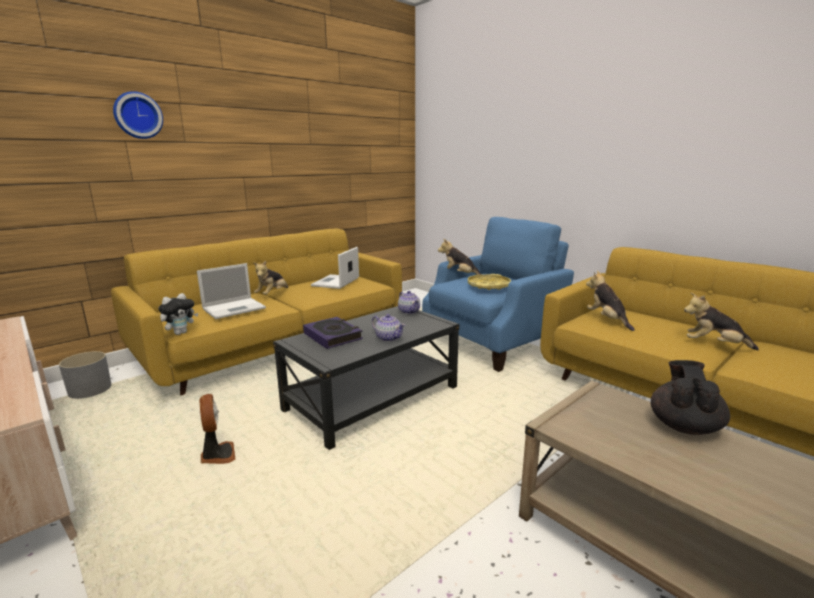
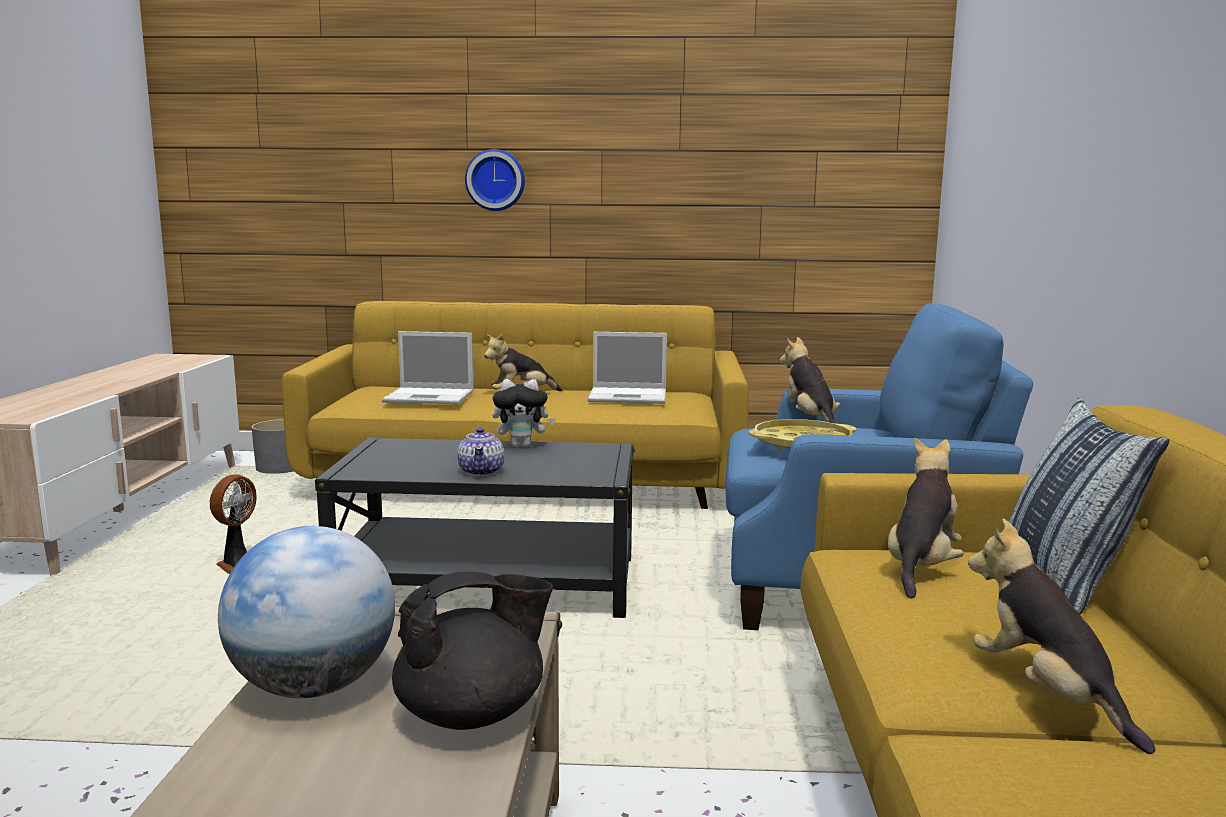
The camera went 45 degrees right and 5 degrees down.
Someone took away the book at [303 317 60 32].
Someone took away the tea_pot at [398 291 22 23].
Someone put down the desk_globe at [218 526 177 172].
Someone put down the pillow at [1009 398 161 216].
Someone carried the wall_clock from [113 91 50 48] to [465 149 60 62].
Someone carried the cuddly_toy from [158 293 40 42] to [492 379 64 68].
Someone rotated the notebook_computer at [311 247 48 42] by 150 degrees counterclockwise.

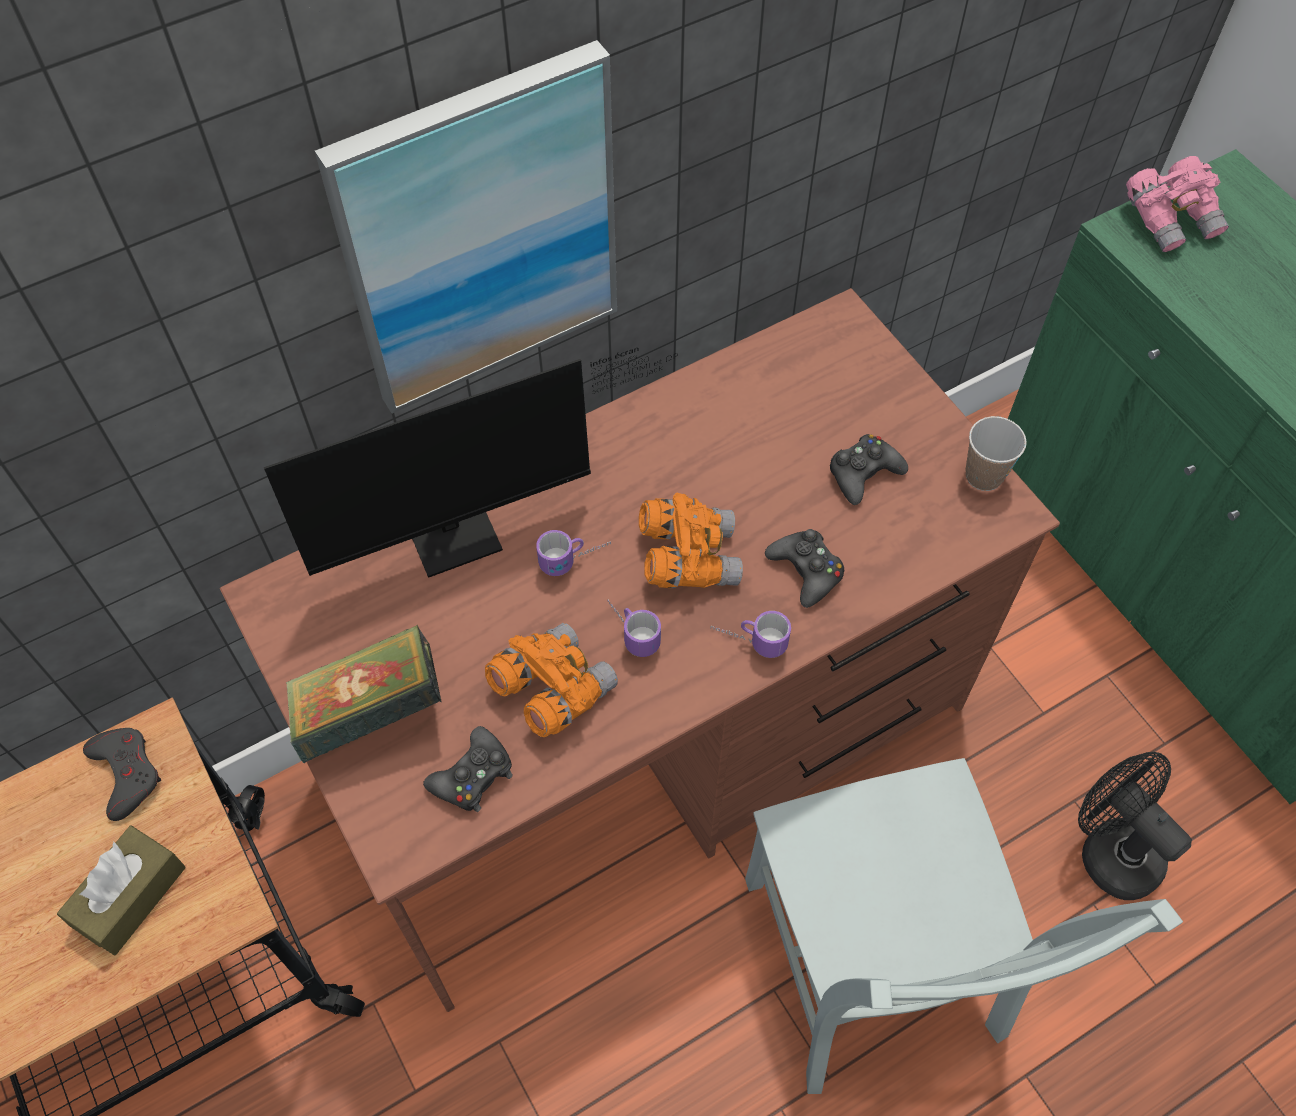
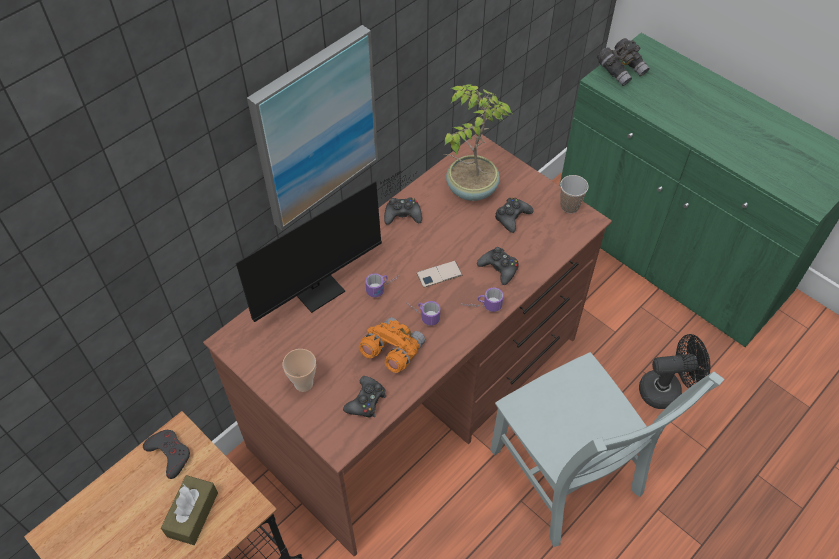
The camera went 15 degrees left and 5 degrees down.
Someone put down the black-coloured_joypad at [384 198 38 27].
Someone put down the plant_in_a_pot at [444 84 68 117].
Someone swapped the book at [286 625 155 138] for the small_cup at [282 349 34 43].
Someone swapped the orangey_field_glasses at [639 493 104 96] for the telephone at [417 261 46 27].
Someone repainted the pink-coloured_field_glasses at [1126 156 103 96], which became the greyish_field_glasses at [597 38 53 48].
Someone rotated the black-coloured_cooling_fan at [1078 752 114 148] by 135 degrees clockwise.

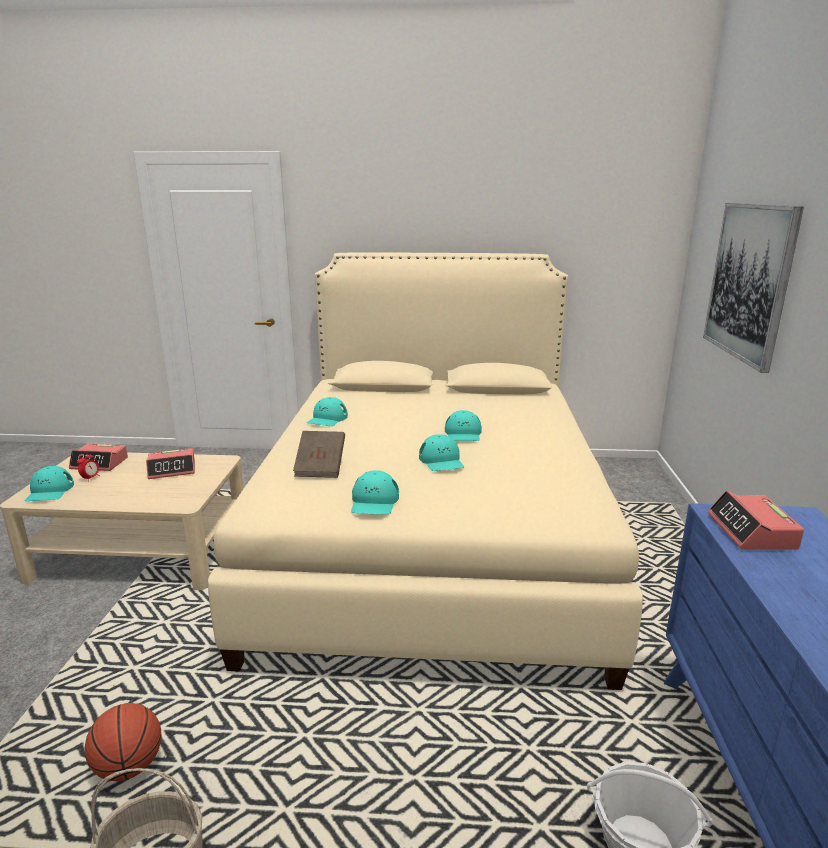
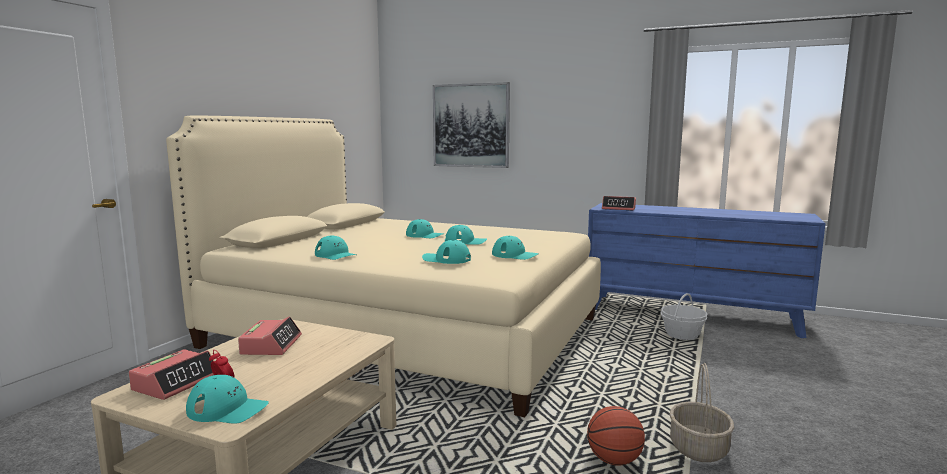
The camera went 70 degrees left and 10 degrees down.
Someone swapped the brownish_book at [293 431 52 47] for the turquoise-coloured_baseball_cap at [422 240 49 24].

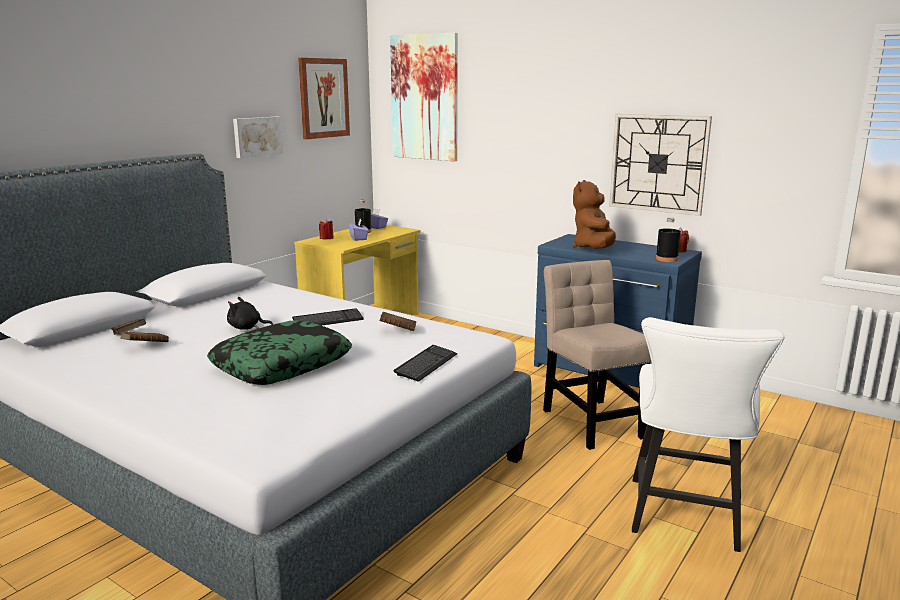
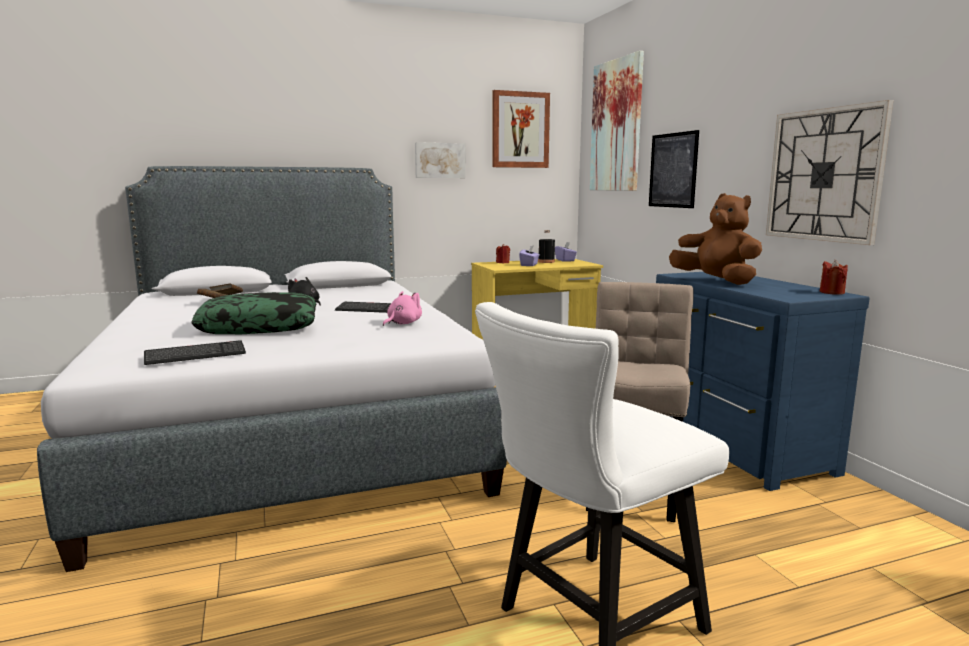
The camera went 35 degrees right and 5 degrees down.
Someone took away the black-coloured_drink_bottle at [656 217 25 45].
Someone put up the wall_picture at [649 130 50 78].
Someone carried the keyboard from [393 345 64 37] to [144 340 102 25].
Someone swapped the brownish_book at [379 312 37 19] for the pink-coloured_cuddly_toy at [383 291 39 35].
Someone rotated the brownish_cuddly_toy at [573 180 43 69] by 90 degrees clockwise.

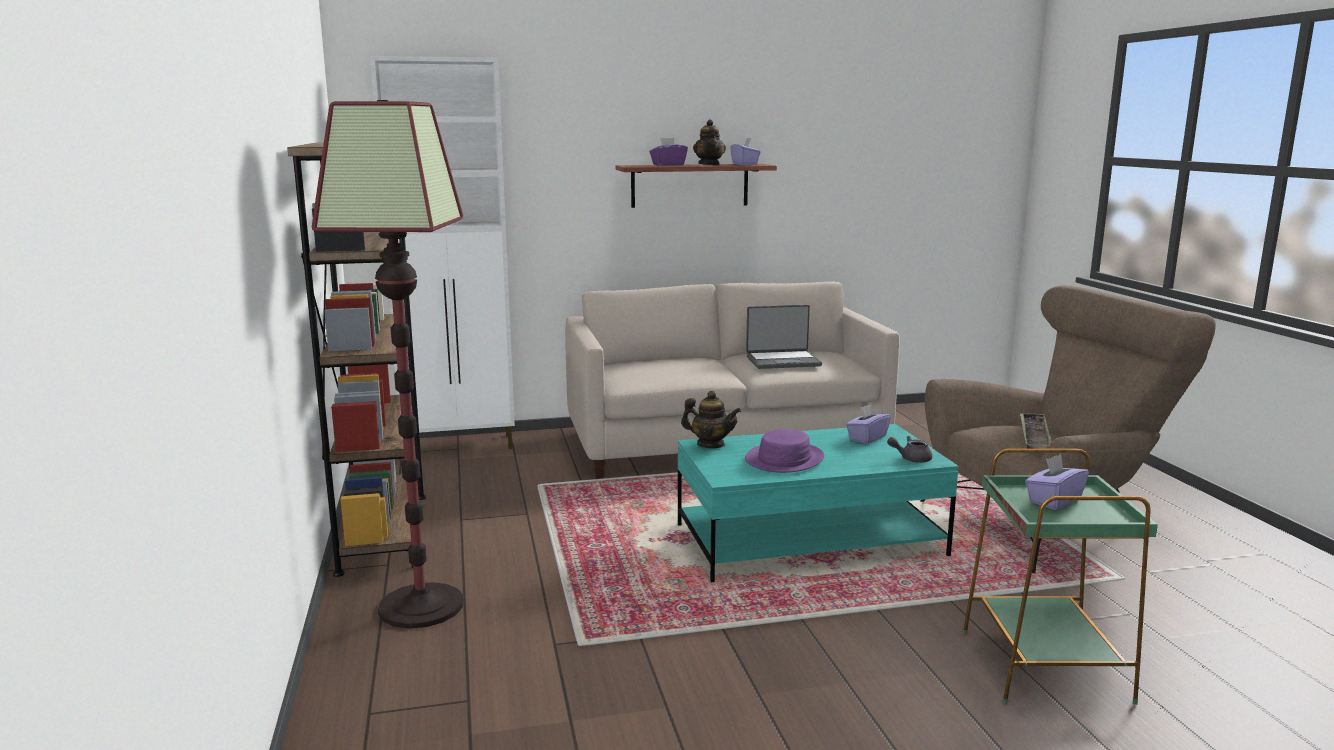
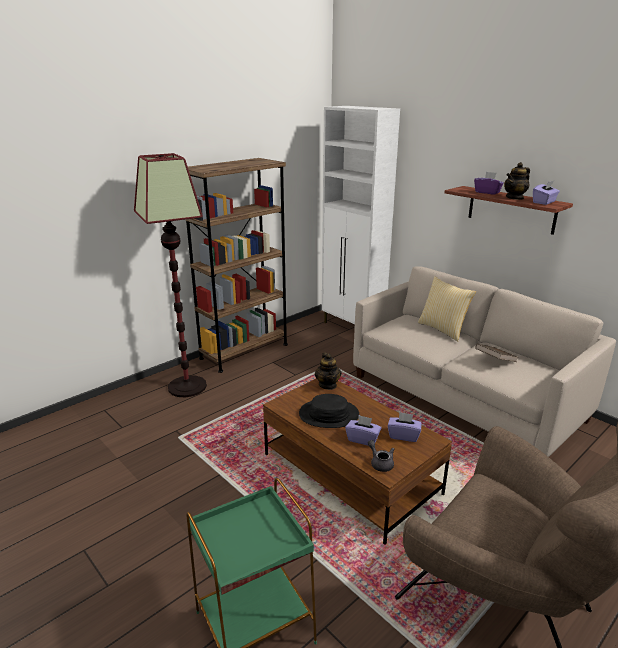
The camera went 60 degrees right and 10 degrees up.
Someone took away the tray at [1020 413 32 36].
Someone put down the pillow at [418 276 58 66].
Someone carried the purplish_tissue_holder from [1025 454 64 56] to [345 415 37 31].
Someone swapped the notebook_computer at [746 305 76 64] for the brownish_book at [475 344 43 18].
Someone repainted the turquoise-coloured_lounge_table at [678 424 281 158], which became the brownish_lounge_table at [263 378 189 167].
Someone repainted the purplish_clothing_hat at [745 429 79 44], which became the black-coloured_clothing_hat at [299 394 60 34].

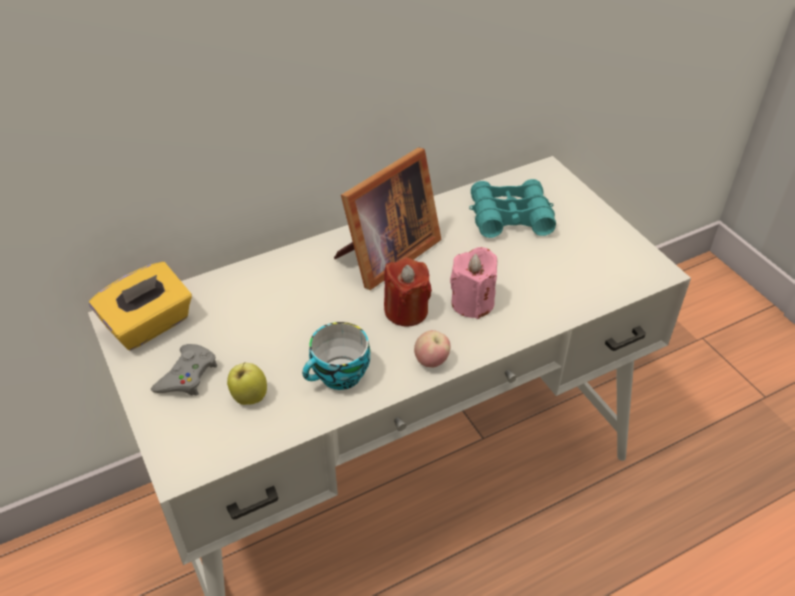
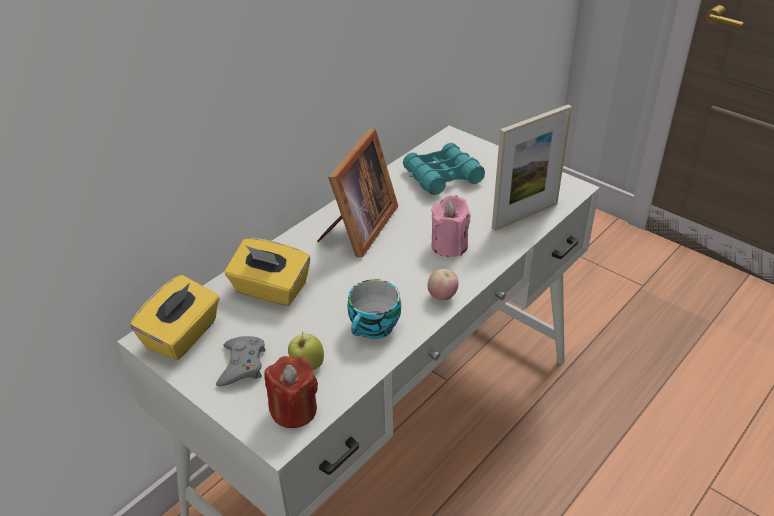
The camera went 20 degrees left and 5 degrees down.
Someone put down the yellowish_tissue_holder at [225 238 85 68].
Someone put down the photo_frame at [492 104 80 127].
Someone carried the red-coloured_candle from [384 257 48 69] to [264 356 54 72].

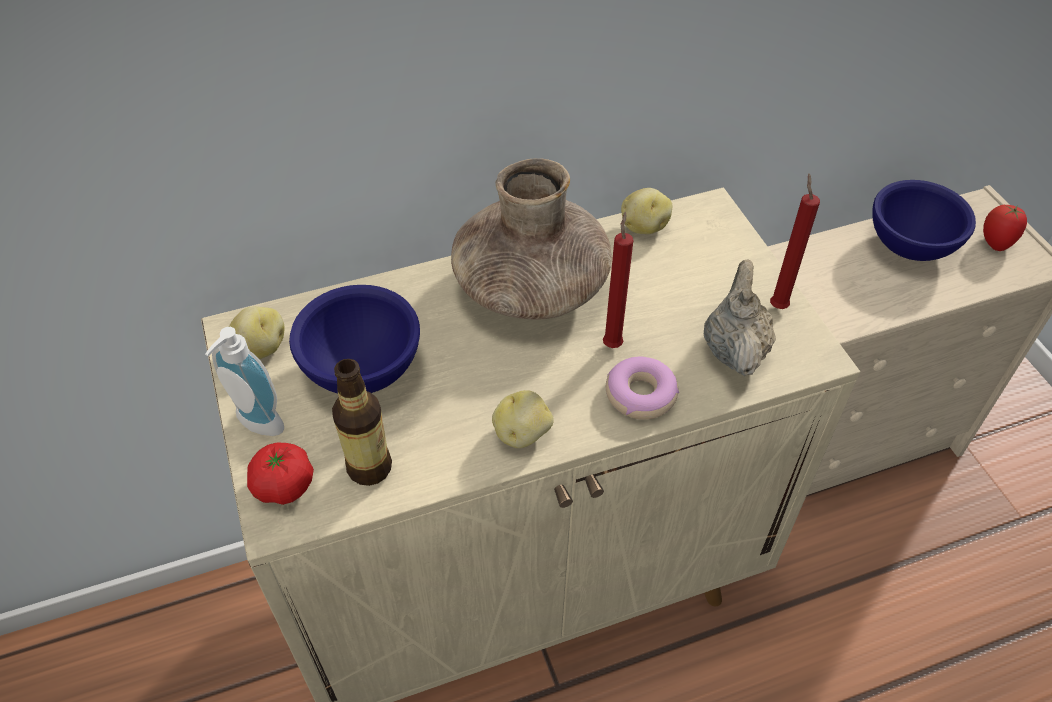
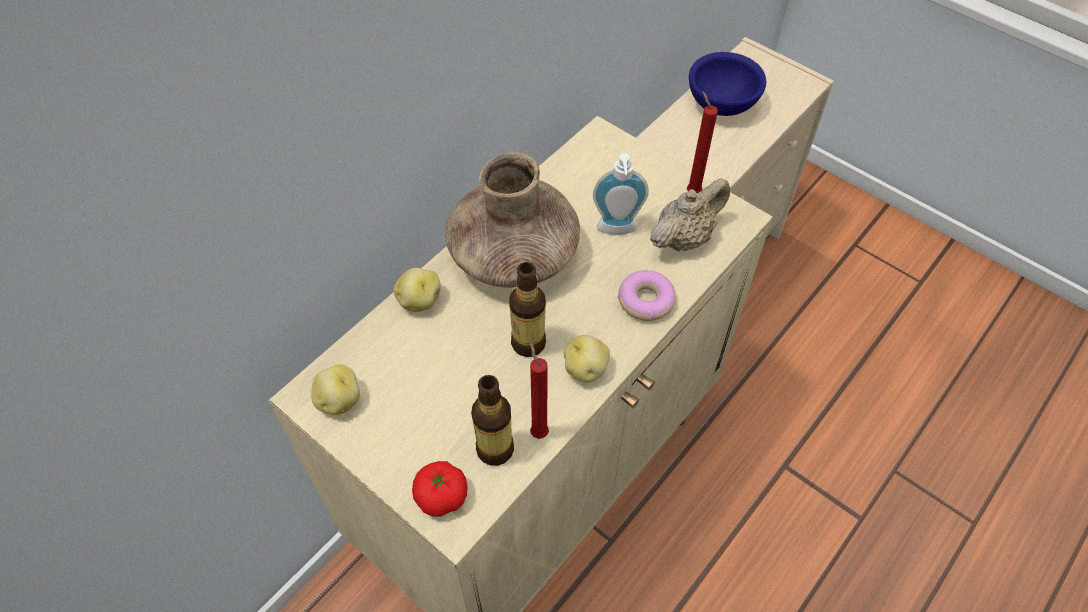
The camera went 30 degrees left and 5 degrees up.
Someone took away the blue-coloured_deep_dish at [289 285 131 108].
Someone took away the fresh_tomato at [983 205 44 46].
Someone put down the drink_bottle at [509 262 37 95].
Someone carried the soap_dispenser from [205 327 79 109] to [593 153 56 82].
Someone carried the red-coloured_candle from [603 212 30 136] to [530 342 19 97].
Someone carried the whole_potato from [621 188 51 46] to [394 268 47 44].
Someone rotated the sand-coloured_tea_pot at [704 260 72 116] by 75 degrees clockwise.

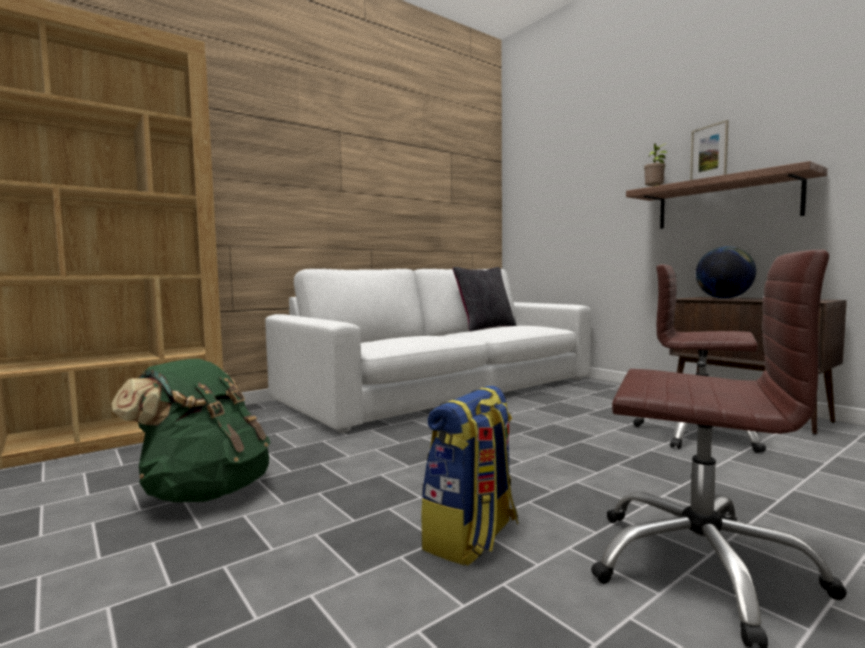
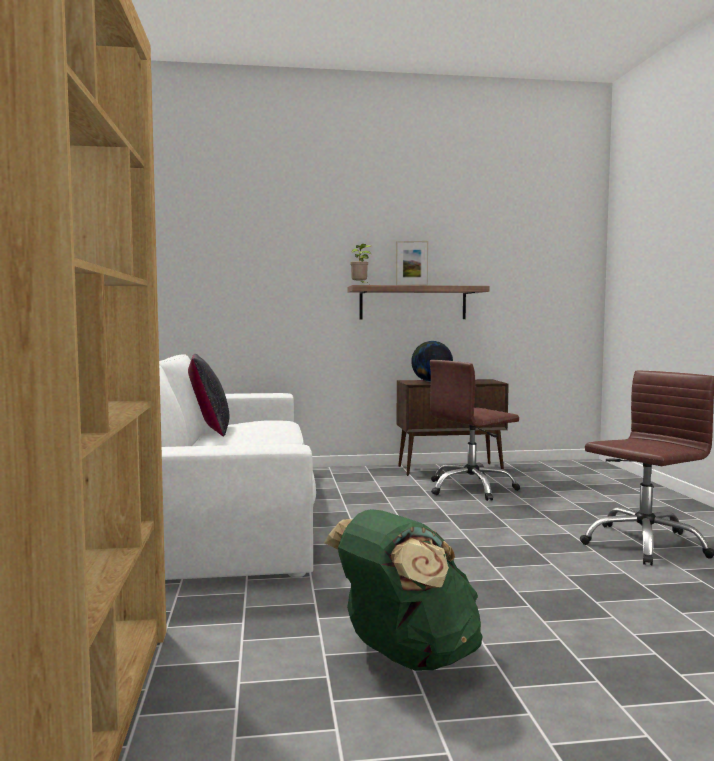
The camera went 60 degrees left and 0 degrees up.
Someone took away the backpack at [421 386 97 180].

